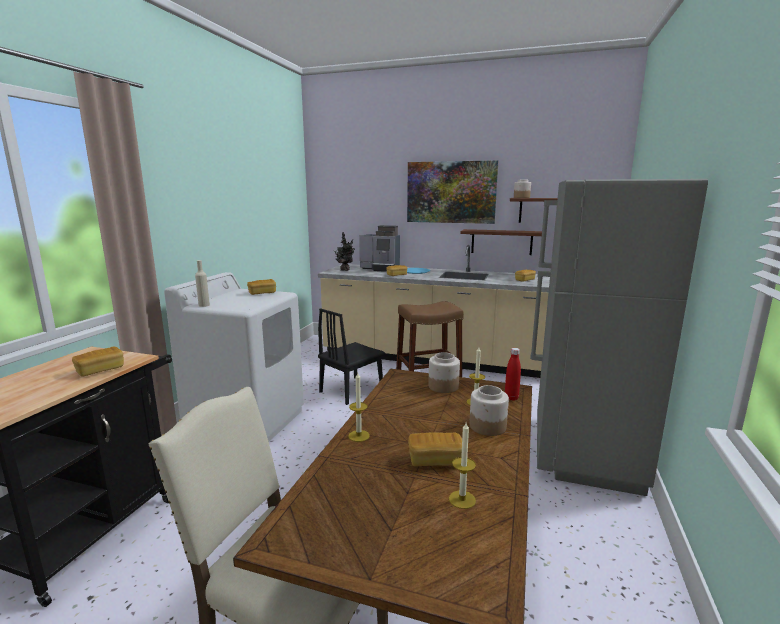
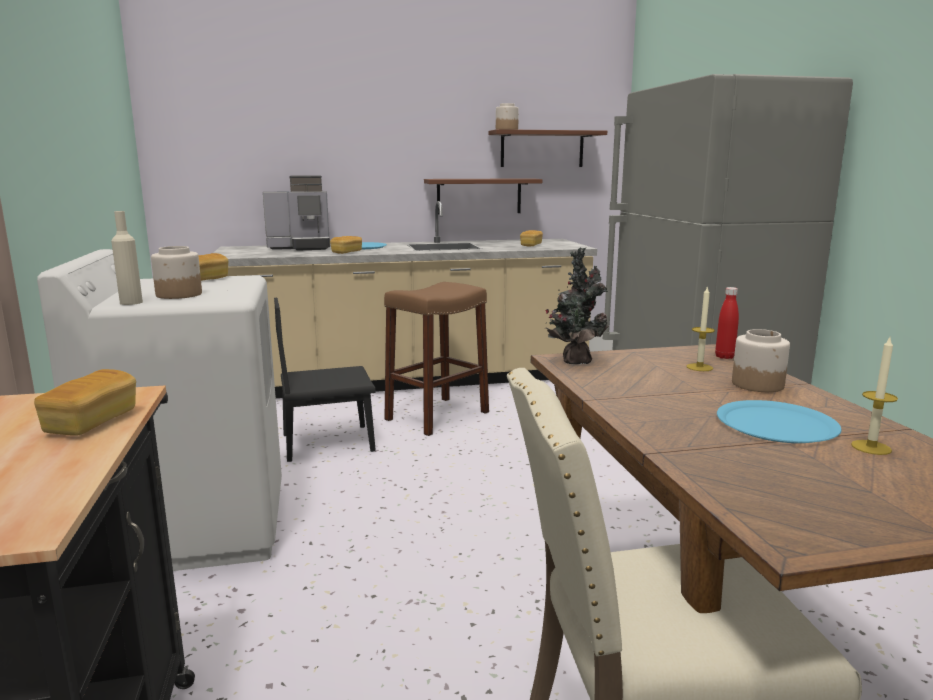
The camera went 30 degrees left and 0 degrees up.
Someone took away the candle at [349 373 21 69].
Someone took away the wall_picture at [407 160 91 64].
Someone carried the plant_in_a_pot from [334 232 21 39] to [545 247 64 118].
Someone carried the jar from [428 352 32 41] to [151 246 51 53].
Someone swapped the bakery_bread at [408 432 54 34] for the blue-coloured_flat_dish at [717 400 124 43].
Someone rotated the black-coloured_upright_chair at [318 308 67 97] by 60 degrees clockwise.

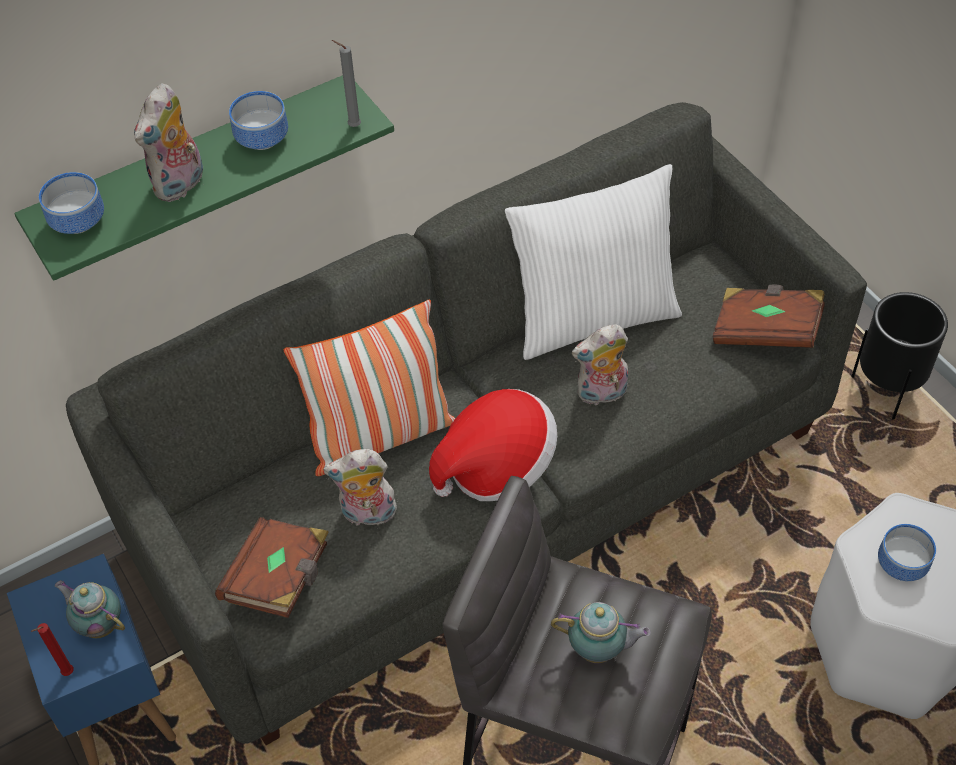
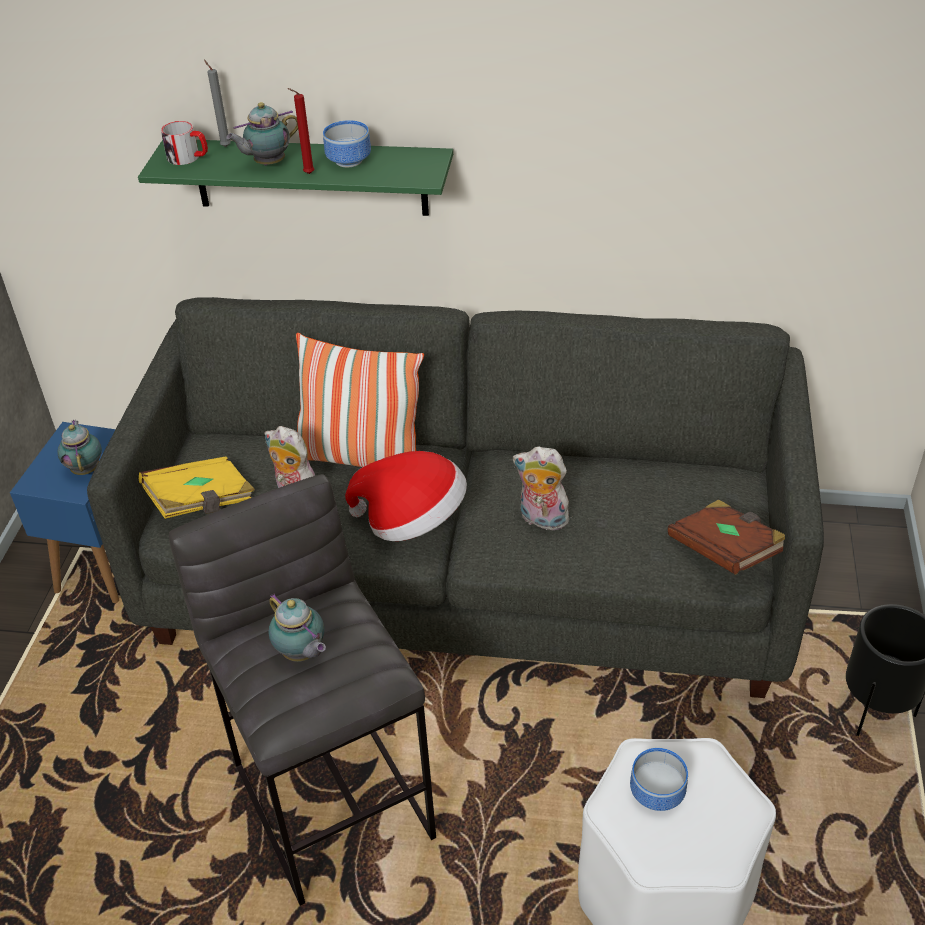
The camera went 40 degrees right and 10 degrees down.
Someone took away the white-coloured_pillow at [505 164 177 196].
Someone carried the red-coloured_candle from [31 623 43 53] to [287 88 27 86].
Someone carried the greyish_candle from [332 40 29 87] to [204 60 27 87].
Someone swapped the deep_dish at [39 172 65 62] for the mug at [161 121 47 44].
Someone swapped the cuddly_toy at [134 84 69 118] for the tea_pot at [226 102 72 63].
Someone repainted the brownish_book at [215 517 114 101], which became the yellowish_book at [139 456 116 63].

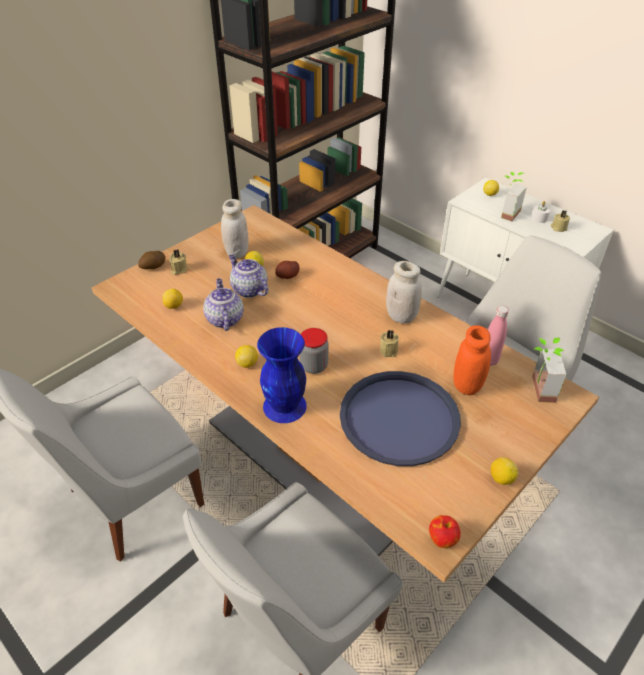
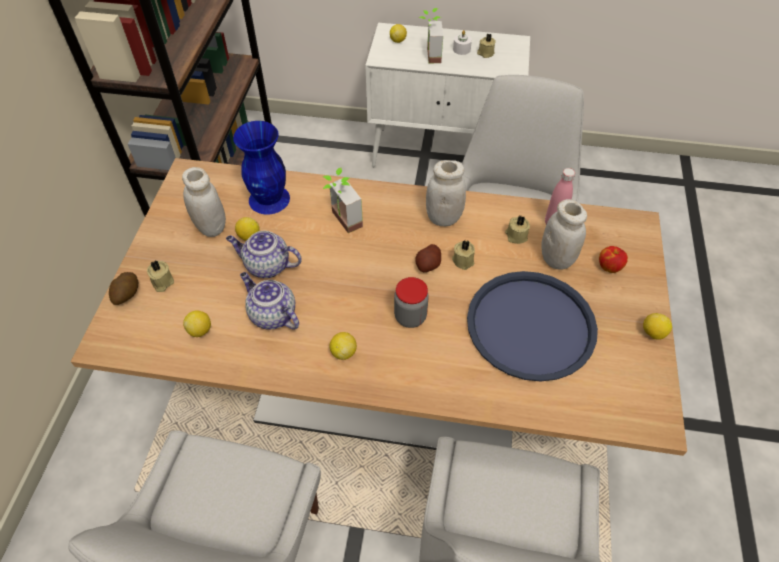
The camera went 35 degrees left and 10 degrees up.
Someone put down the sand-coloured_candle at [505 216 25 28].
Someone carried the blue-coloured_vase from [257 327 50 96] to [233 121 57 93].
Someone carried the whole_potato from [275 261 25 18] to [415 244 26 28].
Someone carried the apple_fruit from [429 515 32 33] to [599 246 29 27].
Someone carried the plant_in_a_pot from [532 337 34 66] to [322 168 41 65].
Someone repainted the orangey_jar at [454 325 37 70], which became the white-coloured_jar at [541 199 46 71].

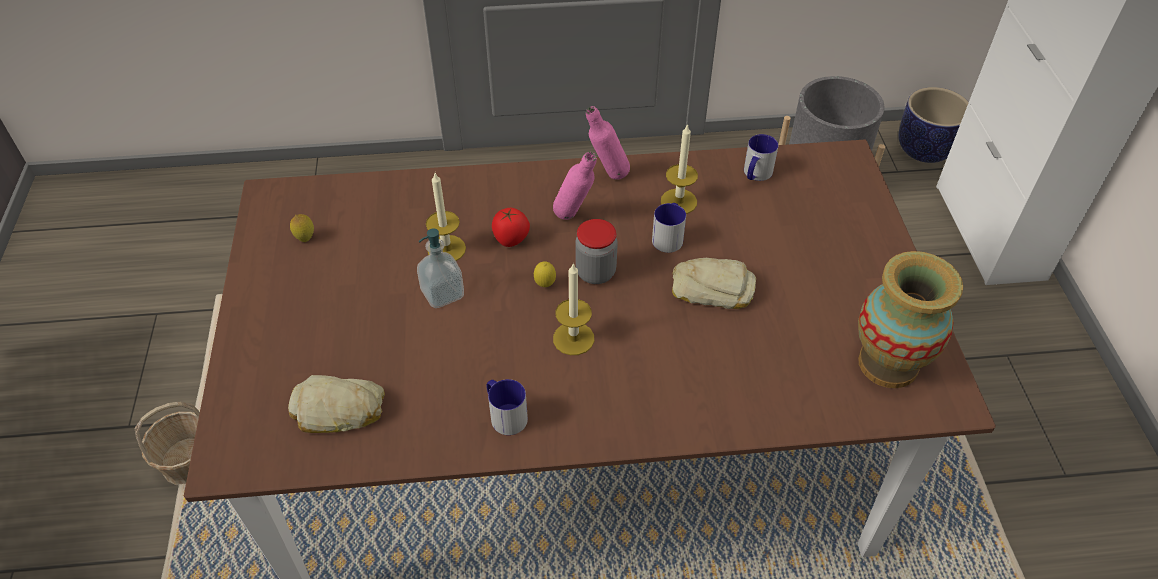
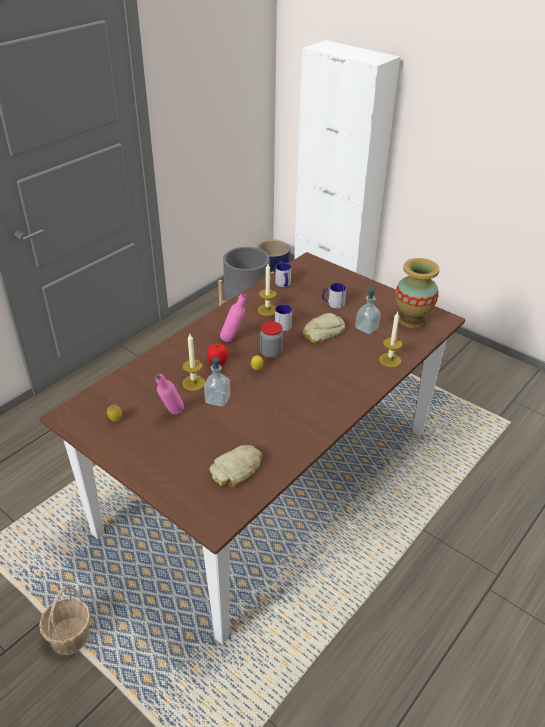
The camera went 45 degrees left and 10 degrees down.
Someone put down the soap_dispenser at [355 288 26 46].
Someone carried the mug from [486 379 42 56] to [322 283 24 26].
Someone carried the candle from [553 263 41 92] to [379 312 23 55].
Someone carried the pink-coloured_drink_bottle from [586 106 44 74] to [155 374 29 41].

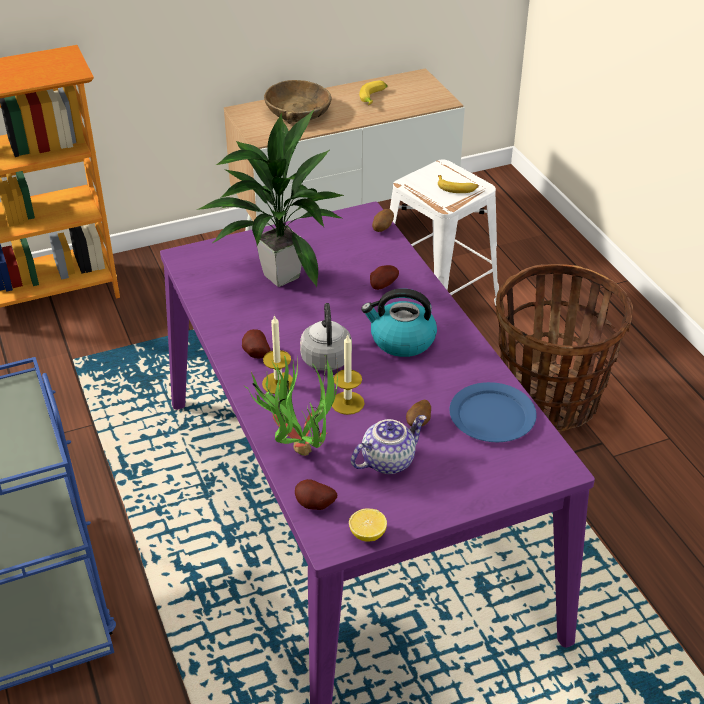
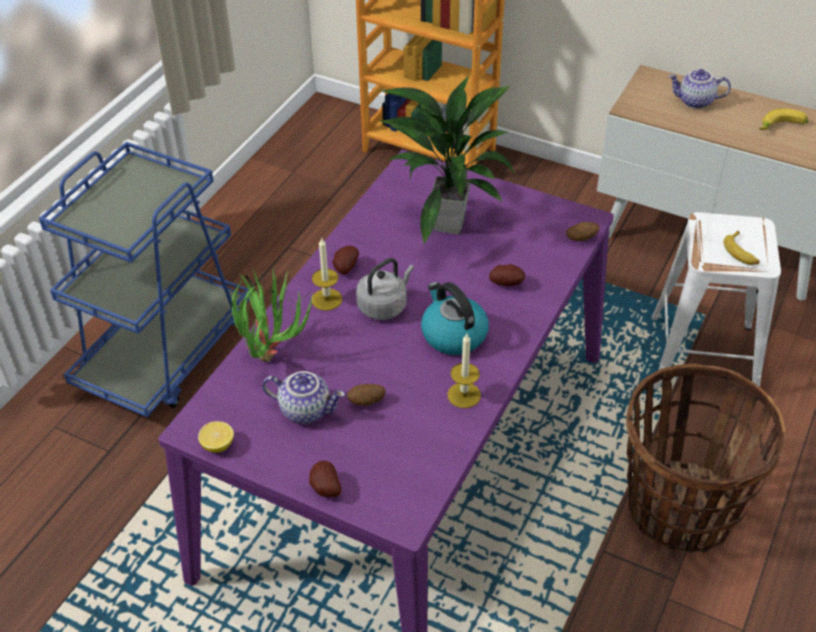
The camera went 50 degrees right and 5 degrees up.
Someone took away the blue-coloured_flat_dish at [449 382 87 60].
Someone carried the whole_potato from [295 479 42 31] to [309 461 33 36].
Someone carried the candle from [332 334 33 81] to [448 334 33 74].
Someone swapped the brownish_deep_dish at [264 80 68 44] for the tea_pot at [668 69 63 40].

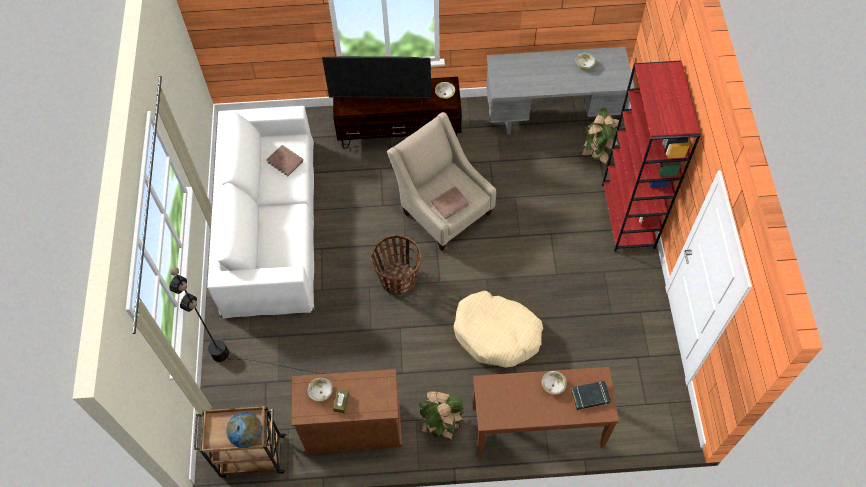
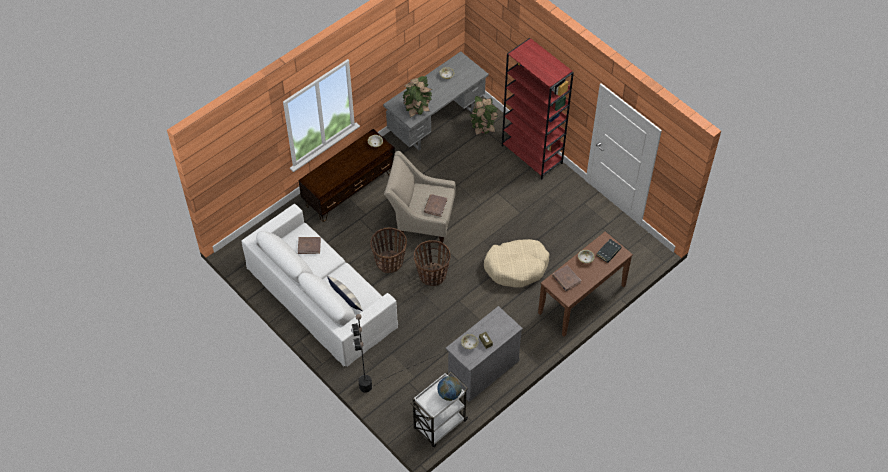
The camera went 40 degrees left and 5 degrees down.
Someone took away the television at [322 56 109 49].
Someone put down the pillow at [327 276 36 35].
Someone put down the household_basket at [370 227 37 46].
Someone put down the brownish_book at [552 265 29 26].
Someone carried the plant_in_a_pot from [419 391 45 50] to [402 76 30 42].
Someone repainted the brownish_cart at [194 406 93 72], which became the white-coloured_cart at [411 372 57 75].
Someone repainted the brownish_cupboard at [292 369 110 85], which became the greyish_cupboard at [446 306 77 96].

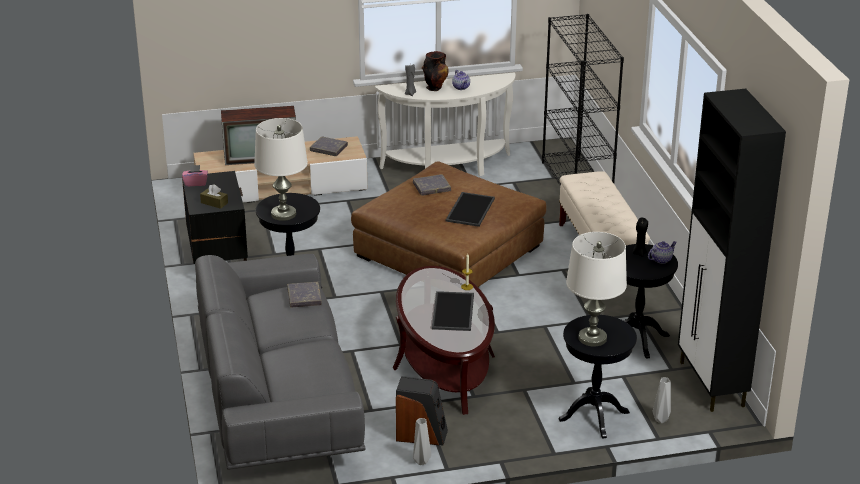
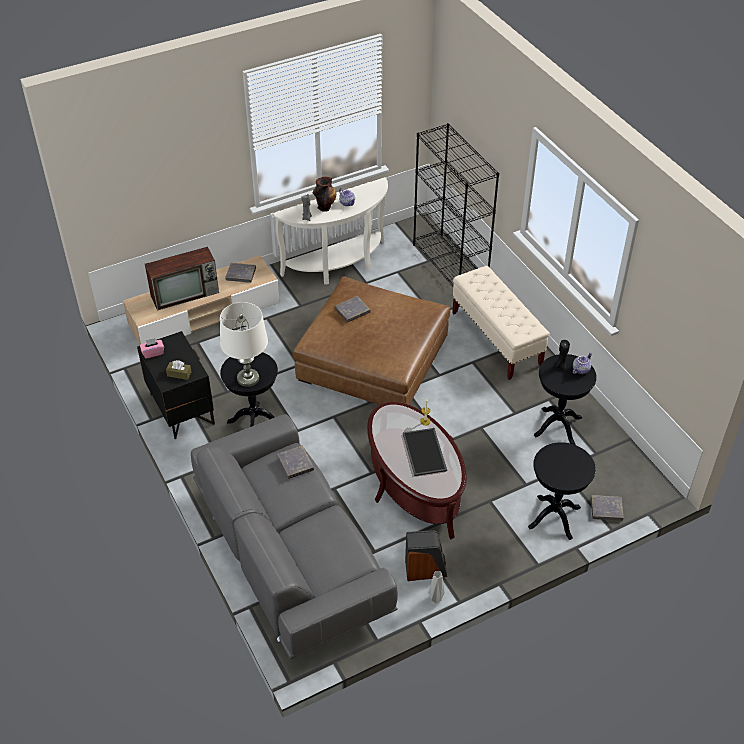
The camera went 15 degrees left and 15 degrees up.
Someone took away the tray at [446 192 49 35].
Someone took away the white-coloured_tabletop_lamp at [566 232 61 115].
Someone took away the black-coloured_cupboard at [678 89 108 323].
Someone swapped the greyish_vase at [653 378 18 45] for the greyish_book at [591 495 33 26].

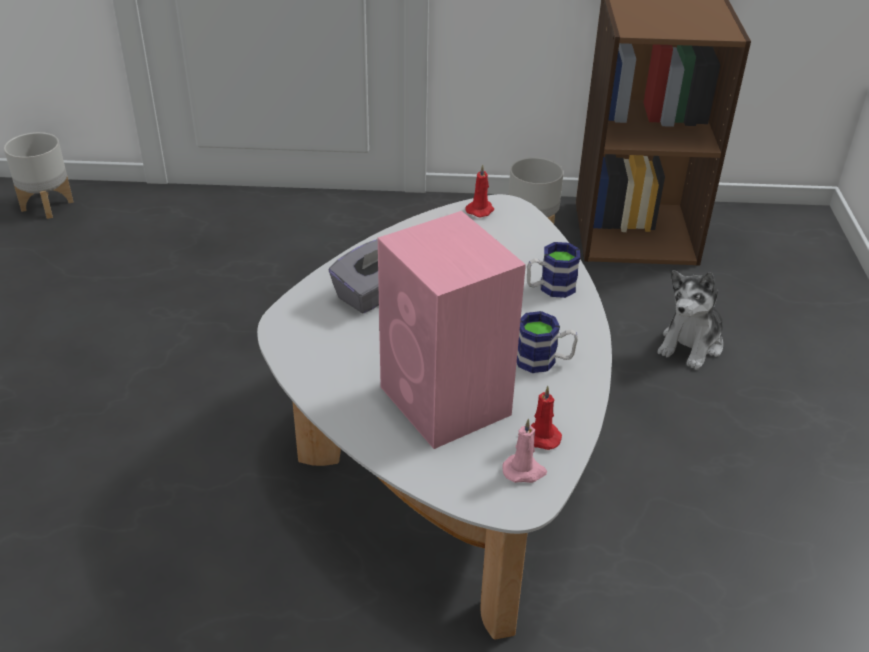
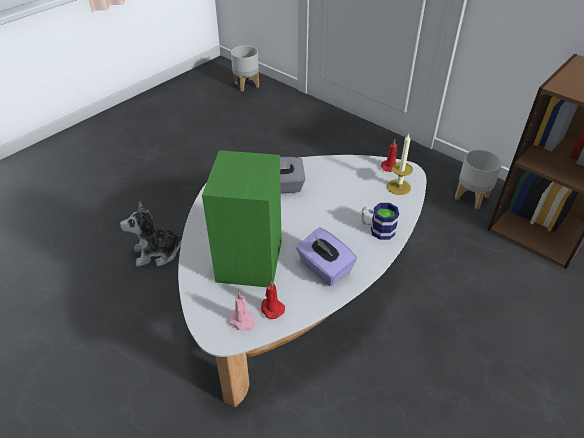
The camera went 40 degrees right and 5 degrees up.
Someone put down the candle at [387 134 26 61].
Someone carried the cuddly_toy from [657 270 66 100] to [120 201 63 66].
Someone swapped the mug at [517 311 61 62] for the purplish_tissue_holder at [296 227 61 59].
Someone repainted the pink-coloured_audio_speaker at [378 211 148 238], which became the green-coloured_audio_speaker at [202 150 80 137].

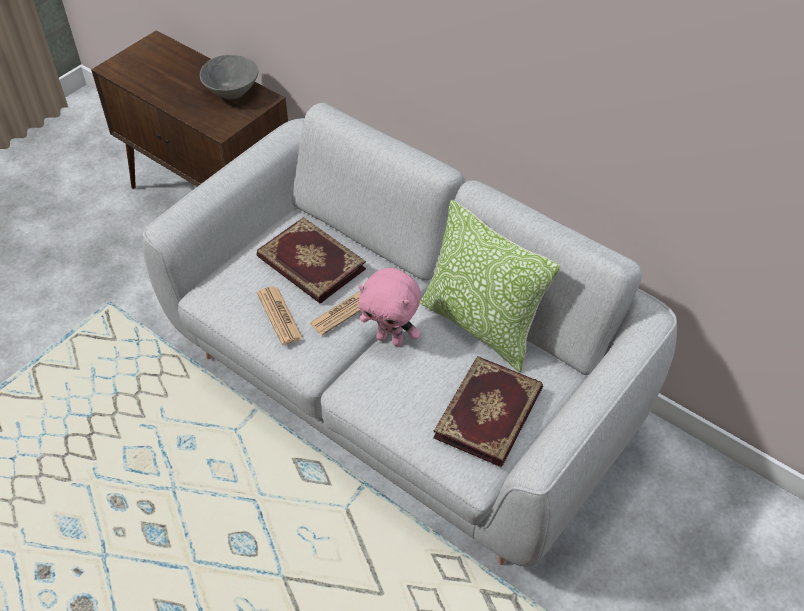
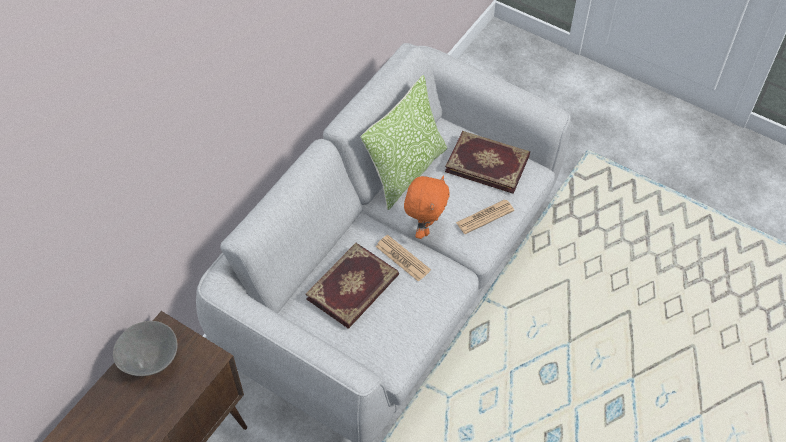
The camera went 95 degrees left and 5 degrees up.
Someone carried the newspaper from [257 286 46 59] to [456 199 58 35].
Someone repainted the pink-coloured_cuddly_toy at [358 268 63 78], which became the orangey_cuddly_toy at [404 176 46 63].

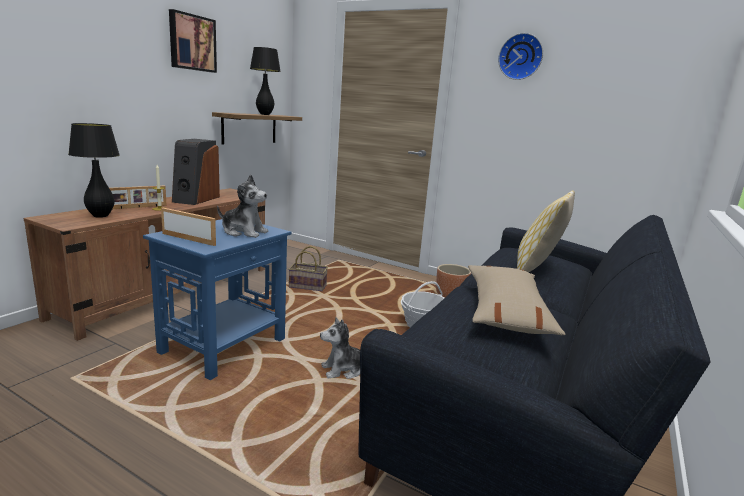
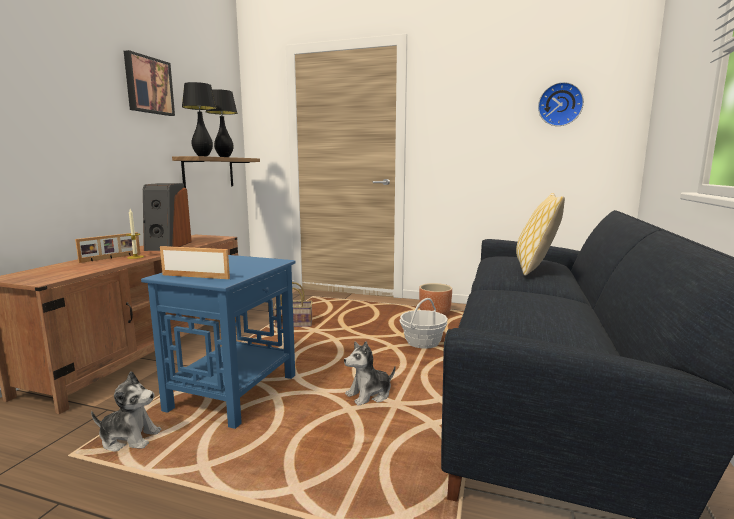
The camera went 10 degrees left and 5 degrees down.
Someone took away the sand-coloured_pillow at [468 265 97 70].
Someone carried the black-coloured_tabletop_lamp from [68 123 52 95] to [182 82 35 74].
Someone carried the cuddly_toy from [217 175 51 63] to [91 371 71 80].
Someone carried the wall_clock from [498 33 45 47] to [538 82 46 44].

